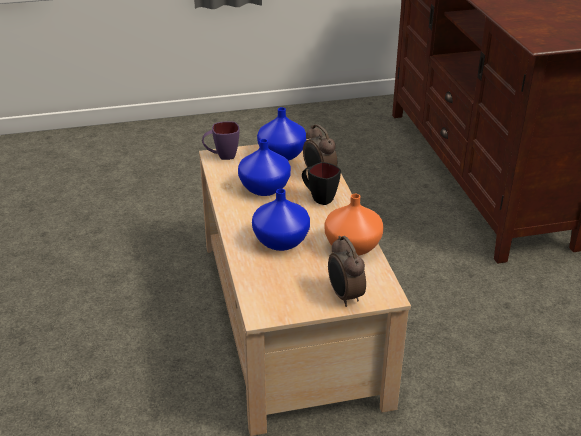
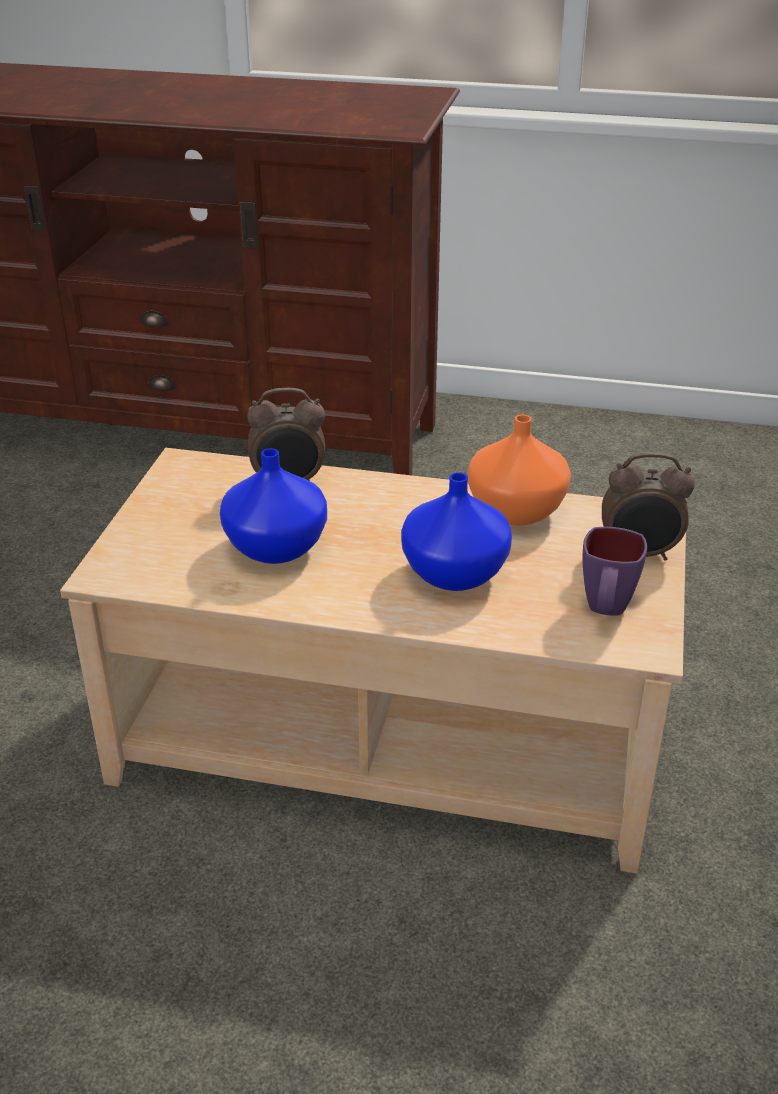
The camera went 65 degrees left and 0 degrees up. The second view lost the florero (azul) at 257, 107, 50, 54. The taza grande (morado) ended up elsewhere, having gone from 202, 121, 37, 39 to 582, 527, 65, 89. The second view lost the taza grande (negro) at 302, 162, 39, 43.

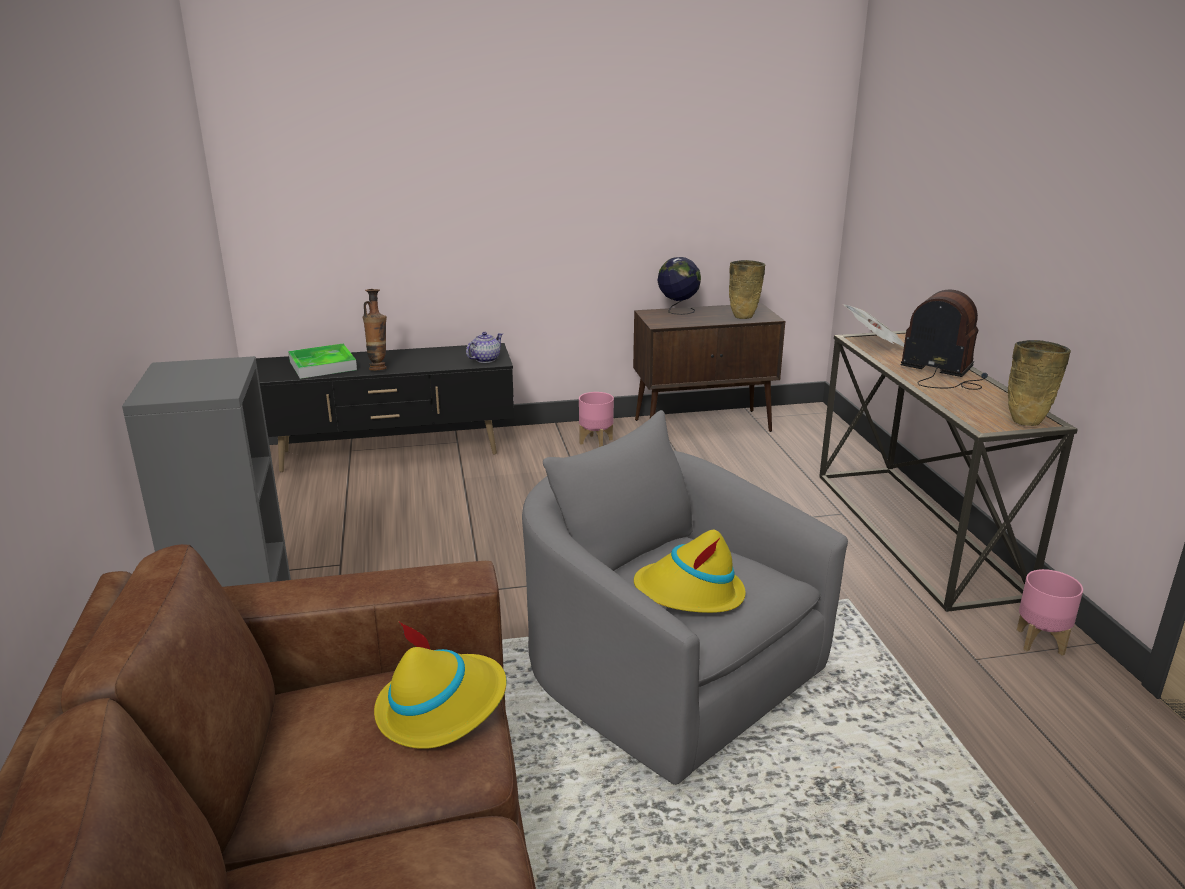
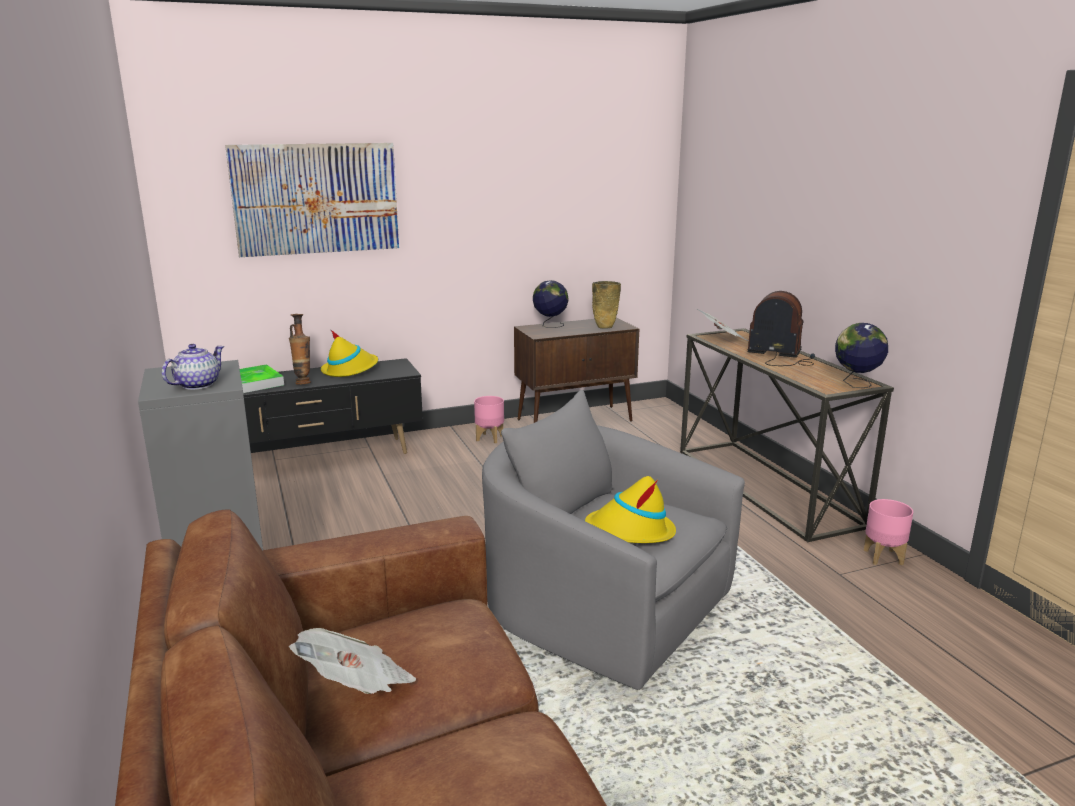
The camera went 10 degrees left and 5 degrees down. The tetera ended up elsewhere, having gone from 466, 332, 37, 31 to 162, 344, 62, 46. Where the florero (beis) stood at 1008, 340, 63, 86, the globo terráqueo came to stand at 835, 323, 53, 65. The sombrero (amarillo) ended up elsewhere, having gone from 374, 621, 133, 128 to 321, 329, 57, 48. The second view gained the cuadro at 225, 143, 174, 114. The second view gained the periódico at 289, 628, 127, 67.

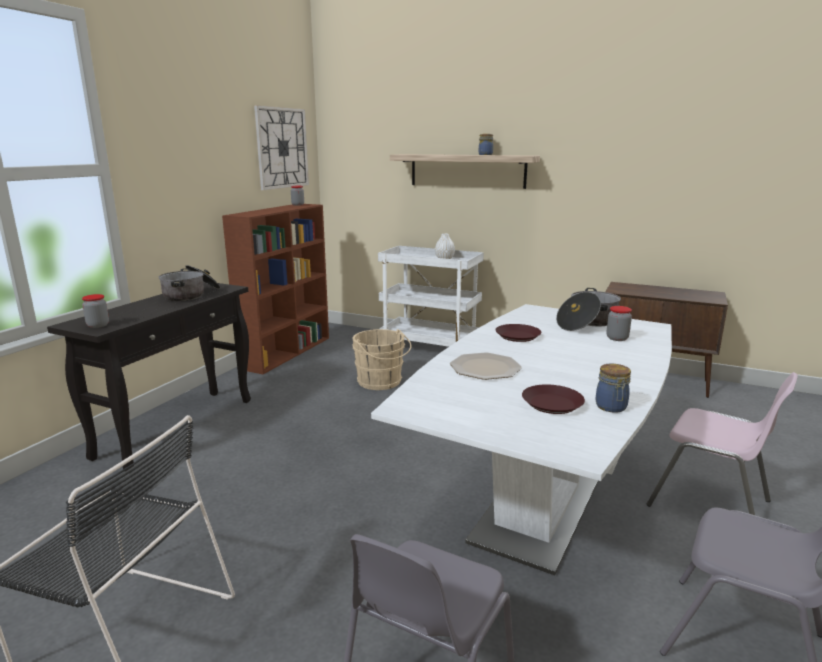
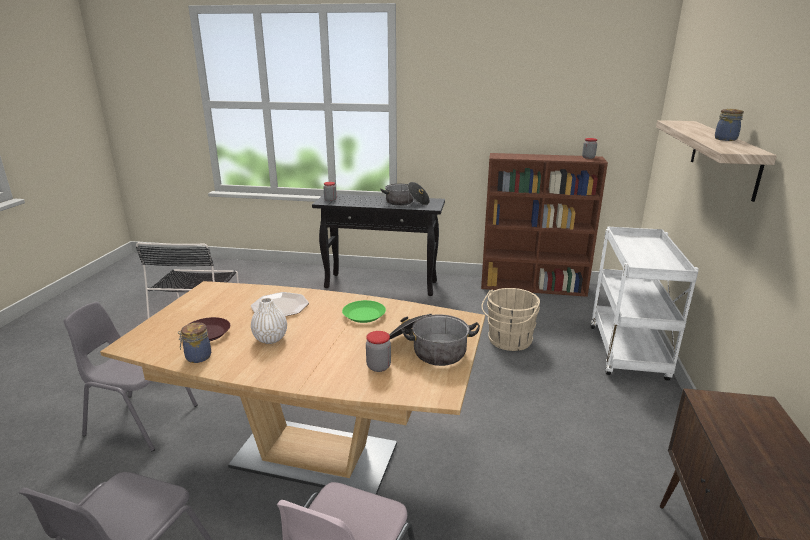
The camera went 75 degrees right and 5 degrees up. The second view lost the reloj de pared at 254, 105, 55, 85. The florero (blanco) ended up elsewhere, having gone from 435, 233, 20, 26 to 251, 298, 36, 46. What was the mesa de comedor (blanco) at 371, 304, 301, 271 turned into the mesa de comedor (marrón) at 100, 281, 385, 214. What was the plato (marrón) at 495, 324, 46, 18 turned into the plato (verde) at 342, 300, 44, 23.

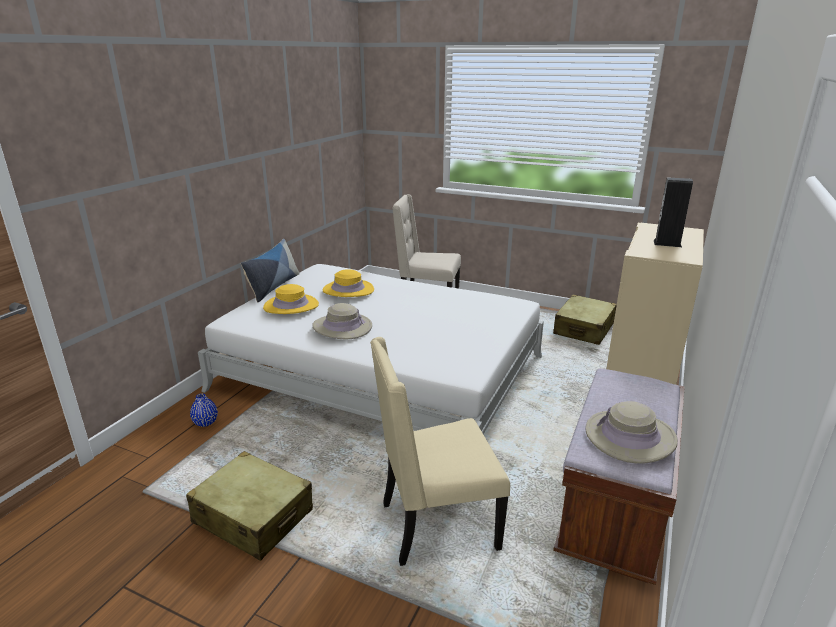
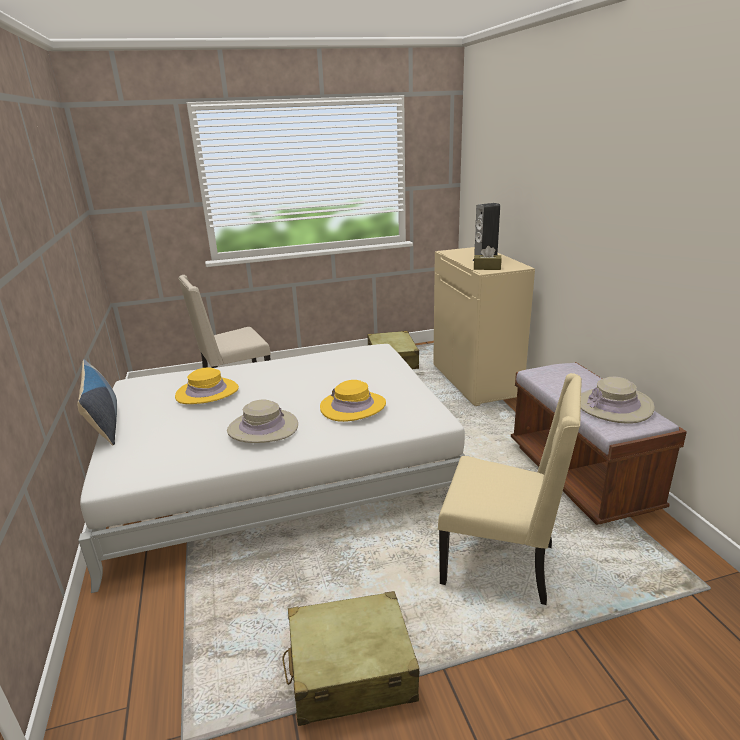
The camera went 40 degrees left and 0 degrees up. The sombrero (amarillo) ended up elsewhere, having gone from 263, 284, 56, 30 to 320, 380, 66, 42. The silla (beis) at 370, 337, 140, 229 ended up facing another way, 105 degrees counterclockwise from before. The second view lost the florero (azul) at 190, 393, 28, 34. The second view gained the caja de pañuelos (marrón) at 474, 246, 28, 24.

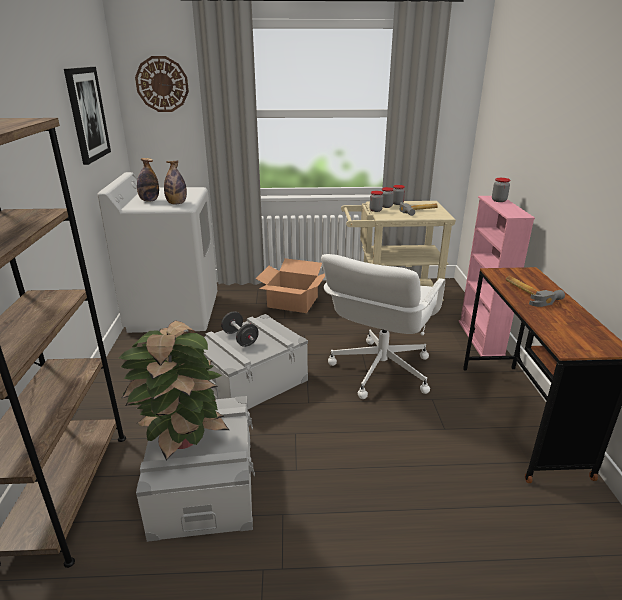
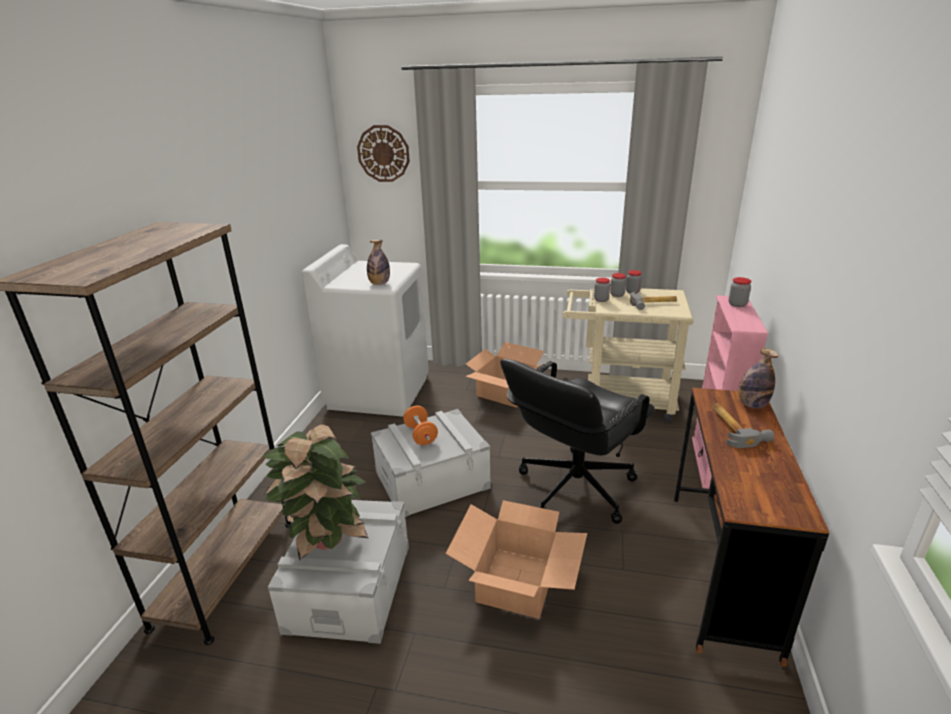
The camera went 15 degrees right and 0 degrees up. The second view lost the cuadro at 64, 67, 47, 98. The botella ended up elsewhere, having gone from 137, 158, 22, 43 to 738, 348, 41, 60. What was the silla de oficina (blanco) at 321, 254, 124, 145 turned into the silla de oficina (negro) at 500, 359, 155, 165. What was the mancuerna (negro) at 221, 311, 38, 36 turned into the mancuerna (naranja) at 403, 406, 35, 39. The second view gained the caja de cartón at 446, 500, 141, 119.

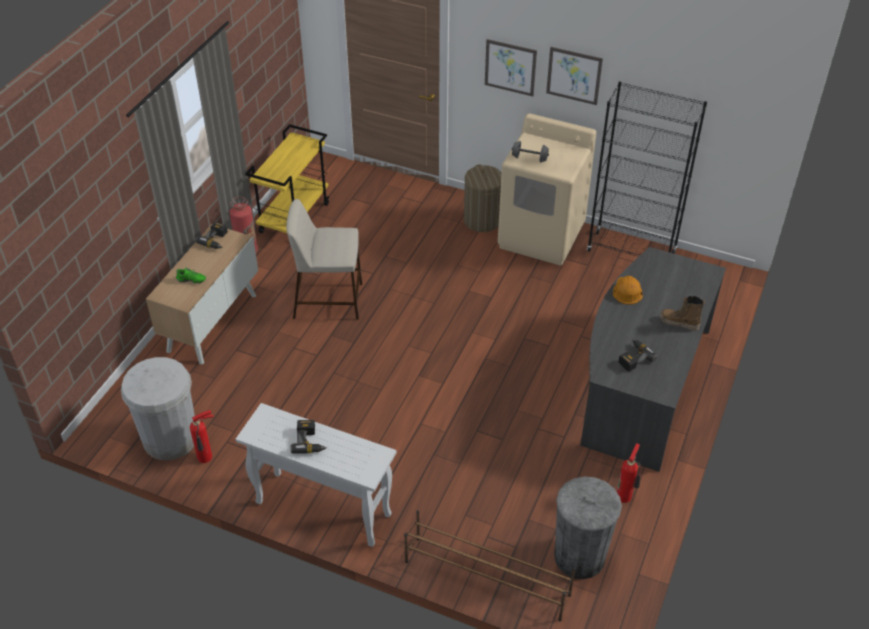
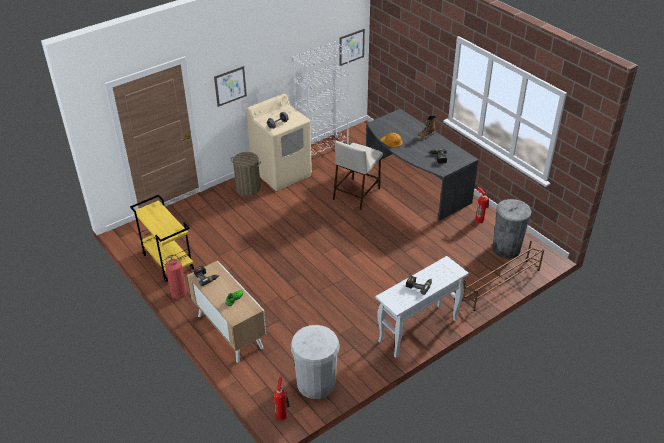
The camera went 60 degrees left and 5 degrees down. The cuadro ended up elsewhere, having gone from 546, 47, 57, 58 to 339, 29, 26, 37. What was the estantería (negro) at 587, 81, 120, 176 turned into the estantería (blanco) at 293, 41, 56, 115. The taburete (beis) ended up elsewhere, having gone from 286, 199, 76, 121 to 333, 141, 49, 69. The extintor ended up elsewhere, having gone from 190, 410, 24, 53 to 274, 377, 16, 43.

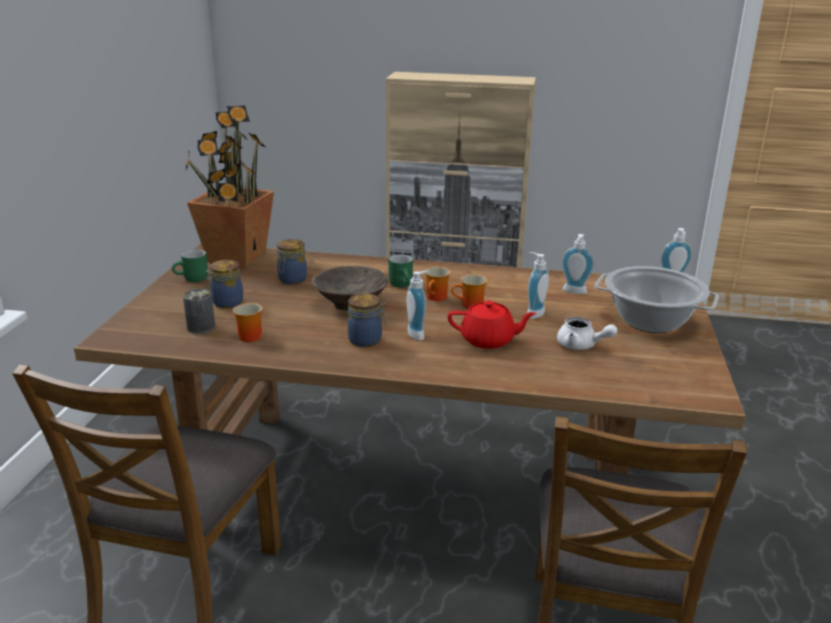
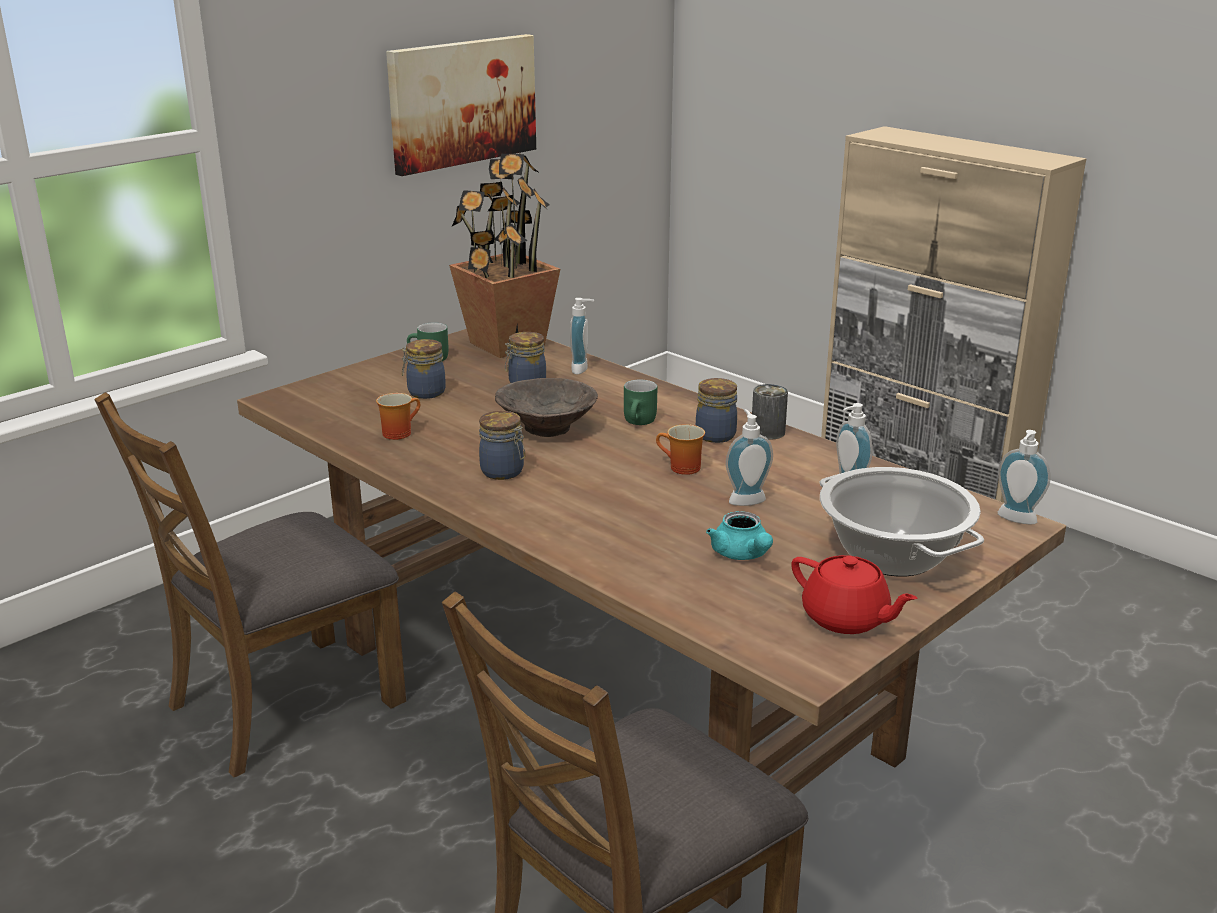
The camera went 35 degrees right and 0 degrees up. The second view lost the taza grande at 425, 267, 26, 34. The dispensador de jabón ended up elsewhere, having gone from 407, 271, 23, 70 to 570, 298, 24, 76. The lata ended up elsewhere, having gone from 183, 289, 32, 45 to 752, 384, 36, 56. The tetera (rojo) ended up elsewhere, having gone from 448, 301, 89, 48 to 791, 555, 126, 79. What was the tetera (blanco) at 557, 317, 60, 33 turned into the tetera (turquesa) at 706, 511, 67, 49. The second view gained the cuadro at 386, 34, 150, 142. The second view gained the tarro at 696, 378, 41, 65.

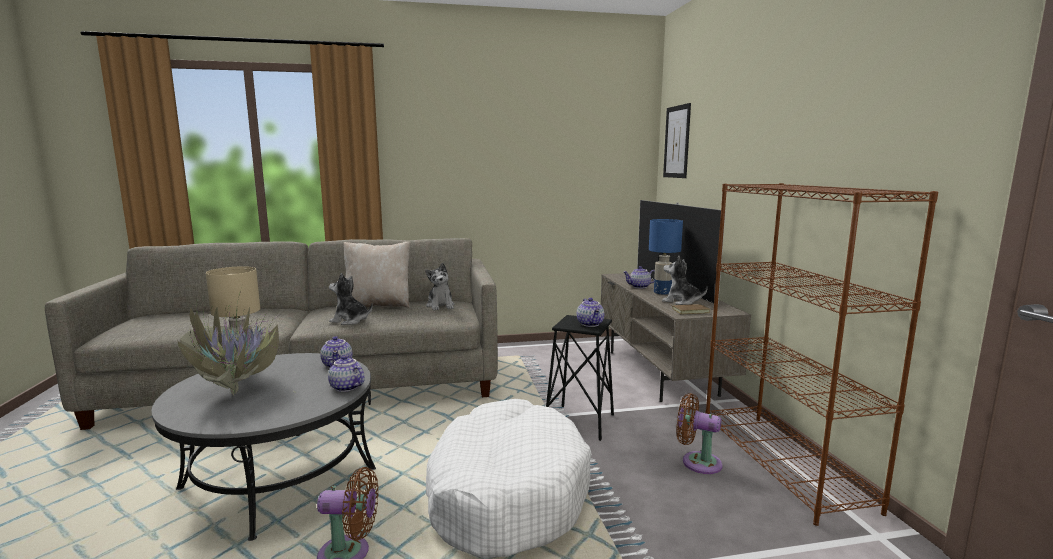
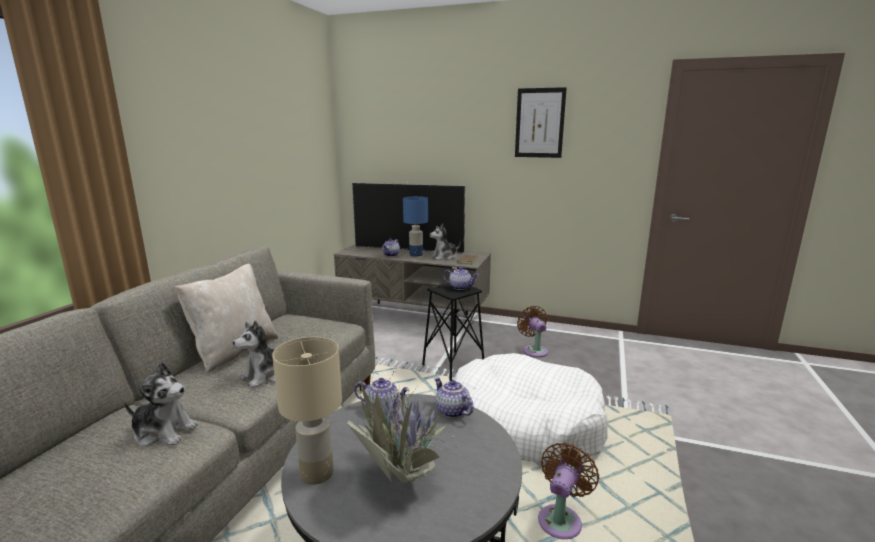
The camera went 60 degrees left and 5 degrees up. The cuadro ended up elsewhere, having gone from 663, 103, 28, 75 to 515, 87, 52, 71. The second view lost the estantería (marrón) at 705, 183, 233, 343. The peluche ended up elsewhere, having gone from 425, 263, 30, 47 to 124, 362, 74, 85. The tetera at 328, 355, 36, 37 ended up facing another way, 75 degrees clockwise from before. The ventilador (marrón) at 676, 393, 47, 81 ended up facing another way, 105 degrees clockwise from before.

